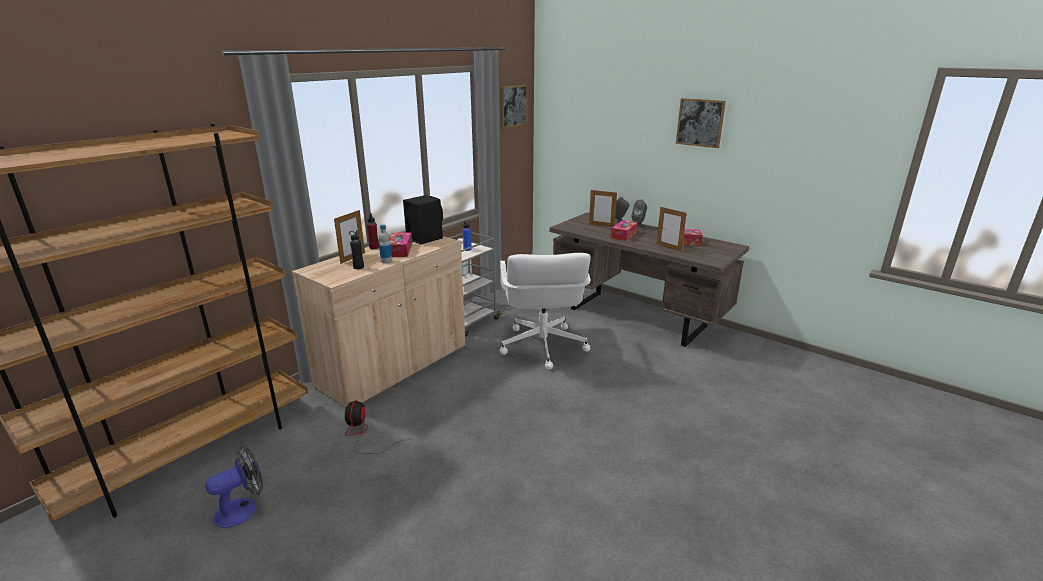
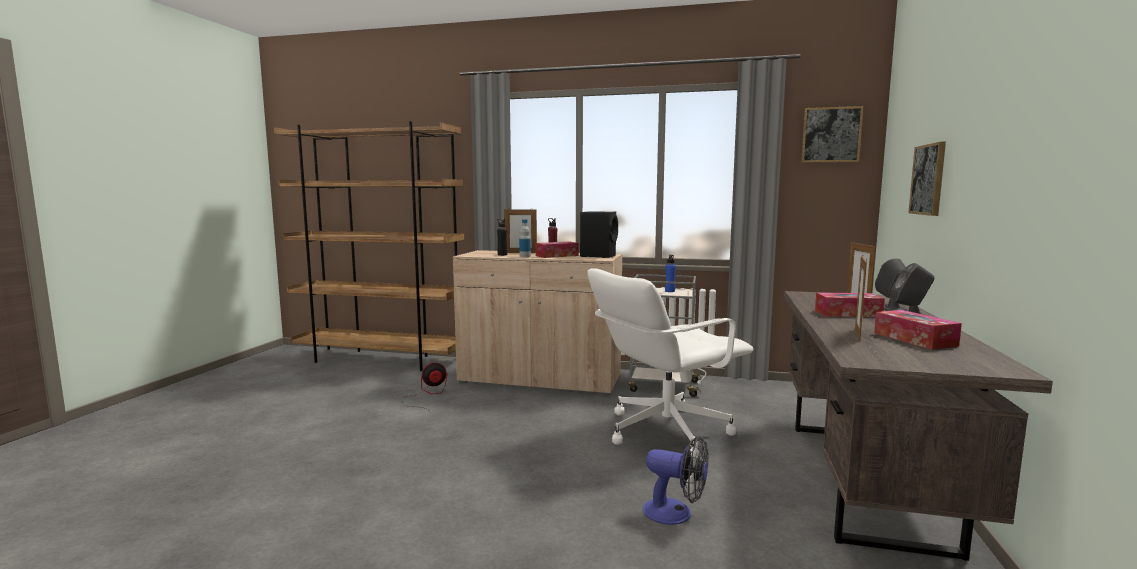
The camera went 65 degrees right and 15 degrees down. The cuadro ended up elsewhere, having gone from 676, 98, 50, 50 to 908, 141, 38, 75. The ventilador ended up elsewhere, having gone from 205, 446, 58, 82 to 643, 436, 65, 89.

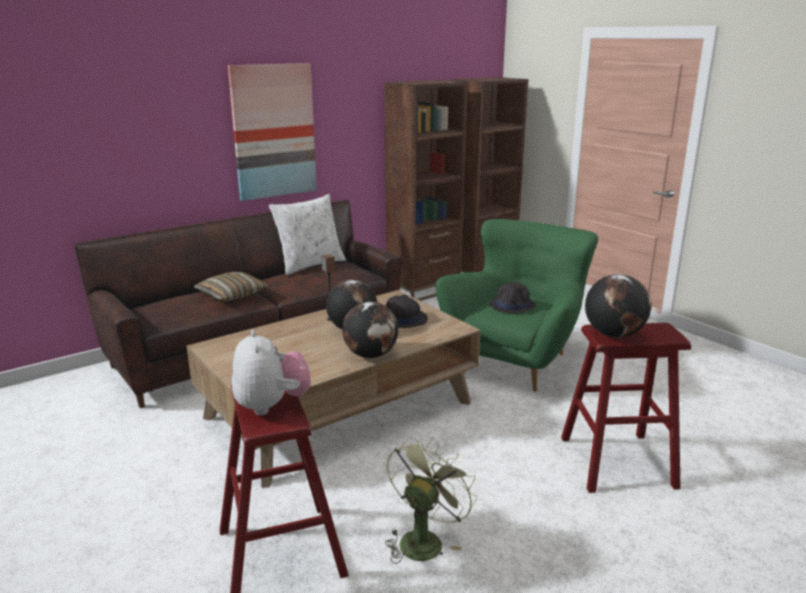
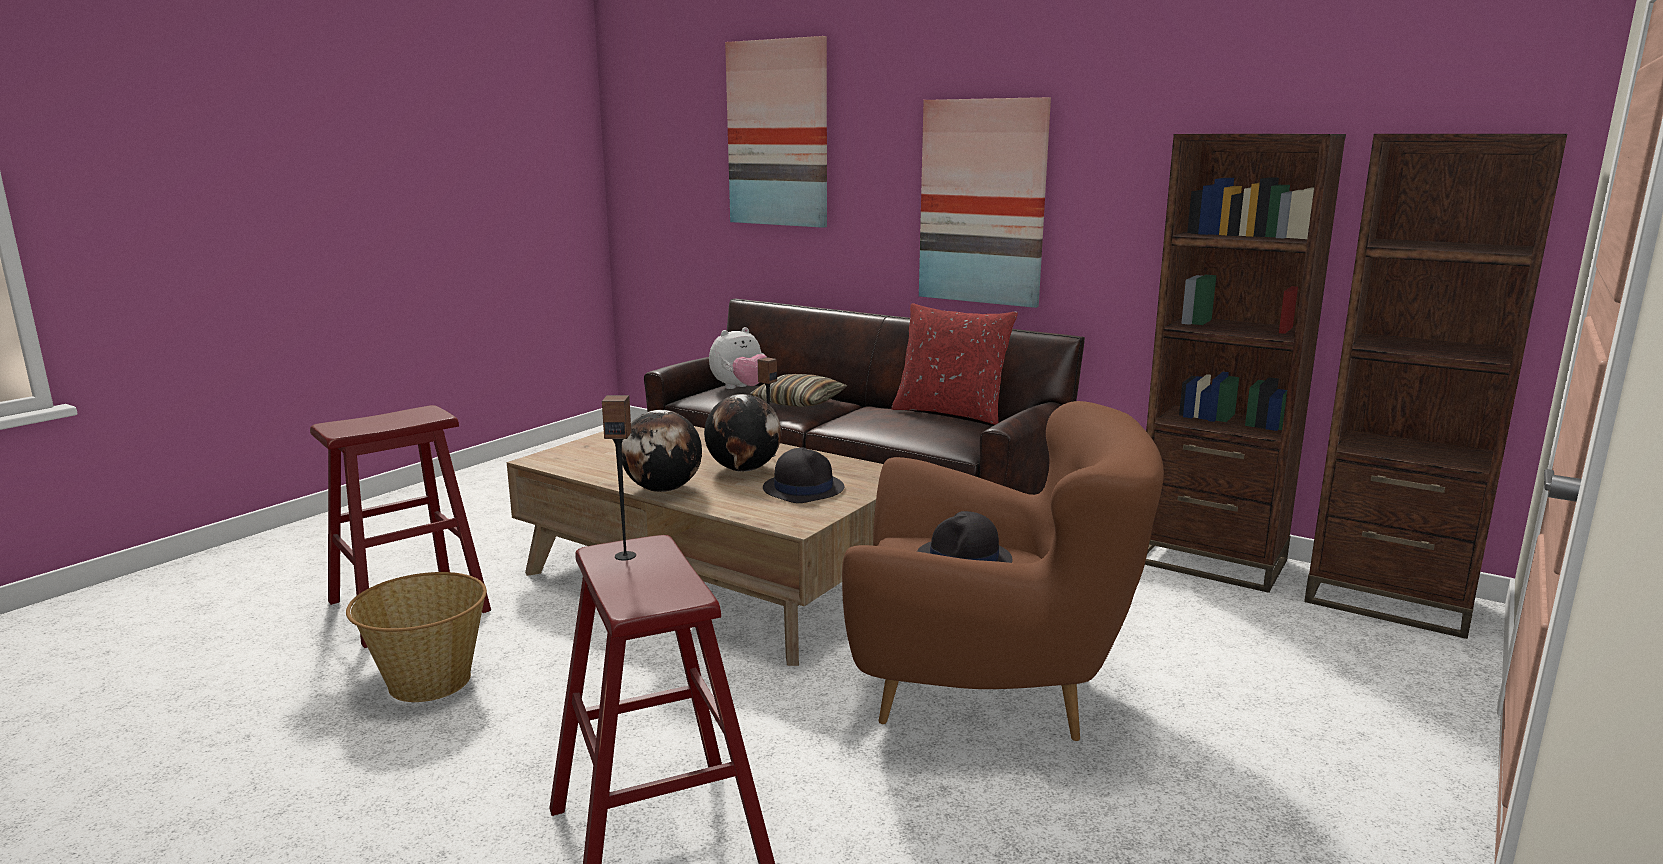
The camera went 70 degrees right and 5 degrees down. What was the cojín (blanco) at 269, 194, 77, 81 turned into the cojín (rojo) at 891, 303, 127, 122. What was the sillón (verde) at 436, 219, 162, 173 turned into the sillón (marrón) at 842, 401, 322, 340. Where the globo terráqueo stood at 585, 274, 66, 64, the altavoz came to stand at 602, 395, 34, 166. The peluche ended up elsewhere, having gone from 232, 330, 79, 85 to 709, 327, 58, 62. Where the ventilador (verde) stood at 385, 437, 92, 127, the cesta came to stand at 346, 572, 141, 130. The second view gained the cuadro at 725, 36, 102, 192.

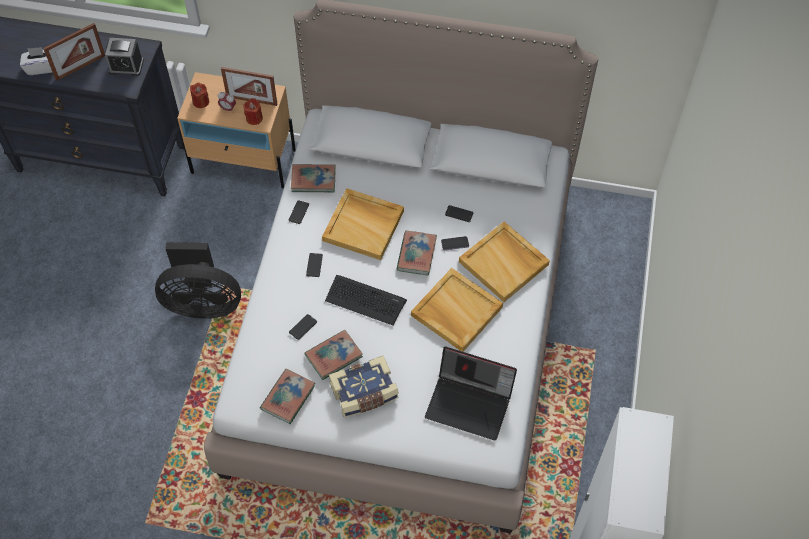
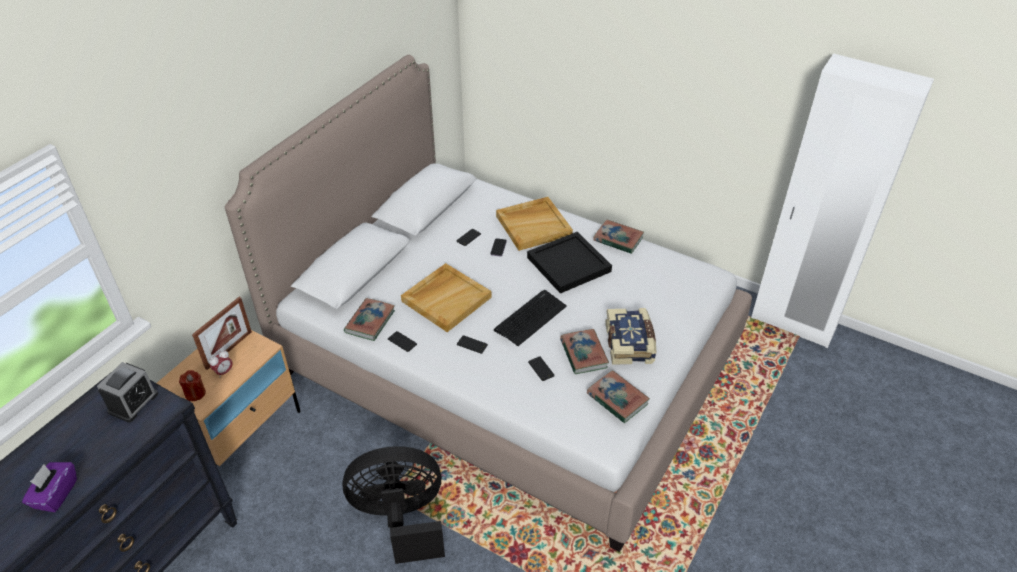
The camera went 70 degrees left and 15 degrees down. The second view lost the portarretratos at 43, 23, 62, 58. What was the caja de pañuelos (blanco) at 20, 47, 32, 28 turned into the caja de pañuelos (morado) at 22, 462, 55, 50. The second view lost the vela (rojo) at 243, 98, 20, 27. The libro ended up elsewhere, having gone from 396, 231, 41, 45 to 593, 220, 51, 34. The ventilador (negro) at 155, 242, 86, 77 ended up facing another way, 120 degrees counterclockwise from before. What was the bandeja (beis) at 411, 268, 92, 84 turned into the bandeja (negro) at 527, 232, 85, 62. The second view lost the portátil at 425, 347, 92, 94.

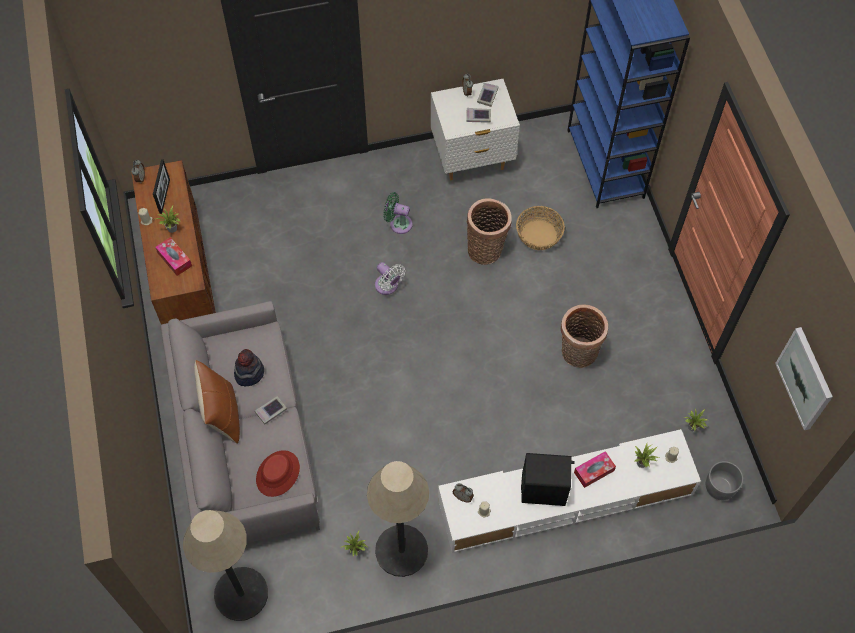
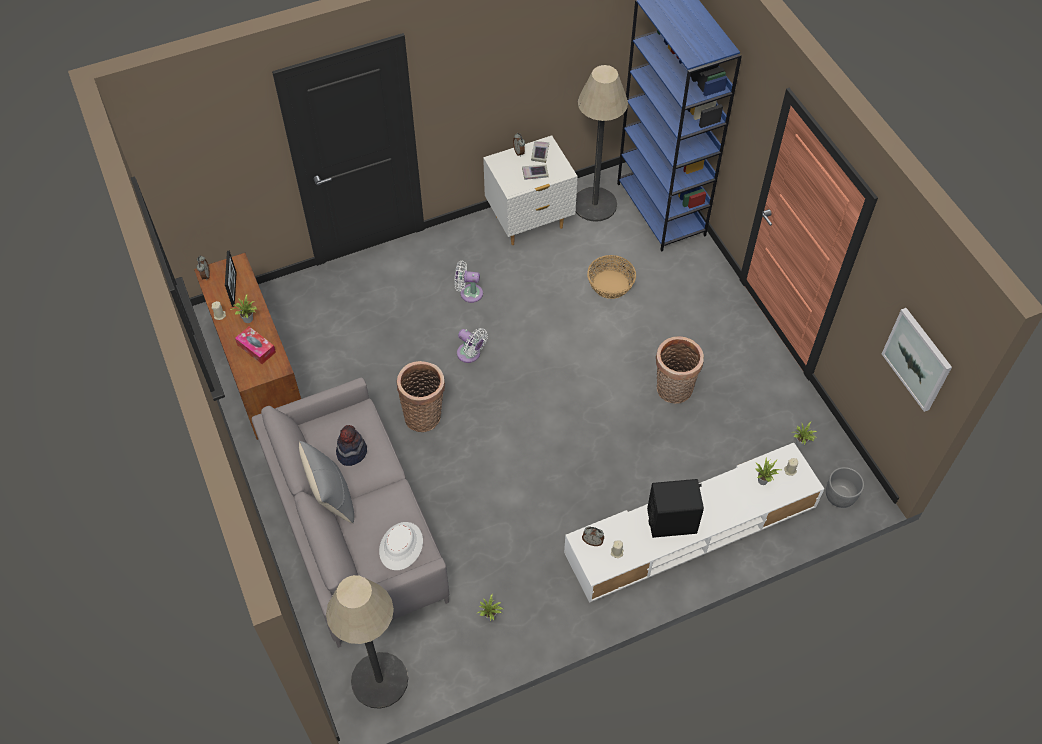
The camera went 10 degrees left and 5 degrees down. What was the ventilador (verde) at 383, 192, 30, 42 turned into the ventilador (blanco) at 455, 261, 28, 42. The cesta ended up elsewhere, having gone from 467, 199, 45, 66 to 396, 361, 49, 71. What was the cojín (marrón) at 194, 360, 46, 84 turned into the cojín (gris) at 299, 441, 55, 82. The second view lost the libro at 255, 396, 32, 28. What was the sombrero (rojo) at 256, 450, 44, 47 turned into the sombrero (blanco) at 379, 522, 44, 48. The second view lost the caja de pañuelos at 574, 451, 42, 37. The lámpara de pie ended up elsewhere, having gone from 367, 461, 62, 116 to 576, 65, 52, 157.

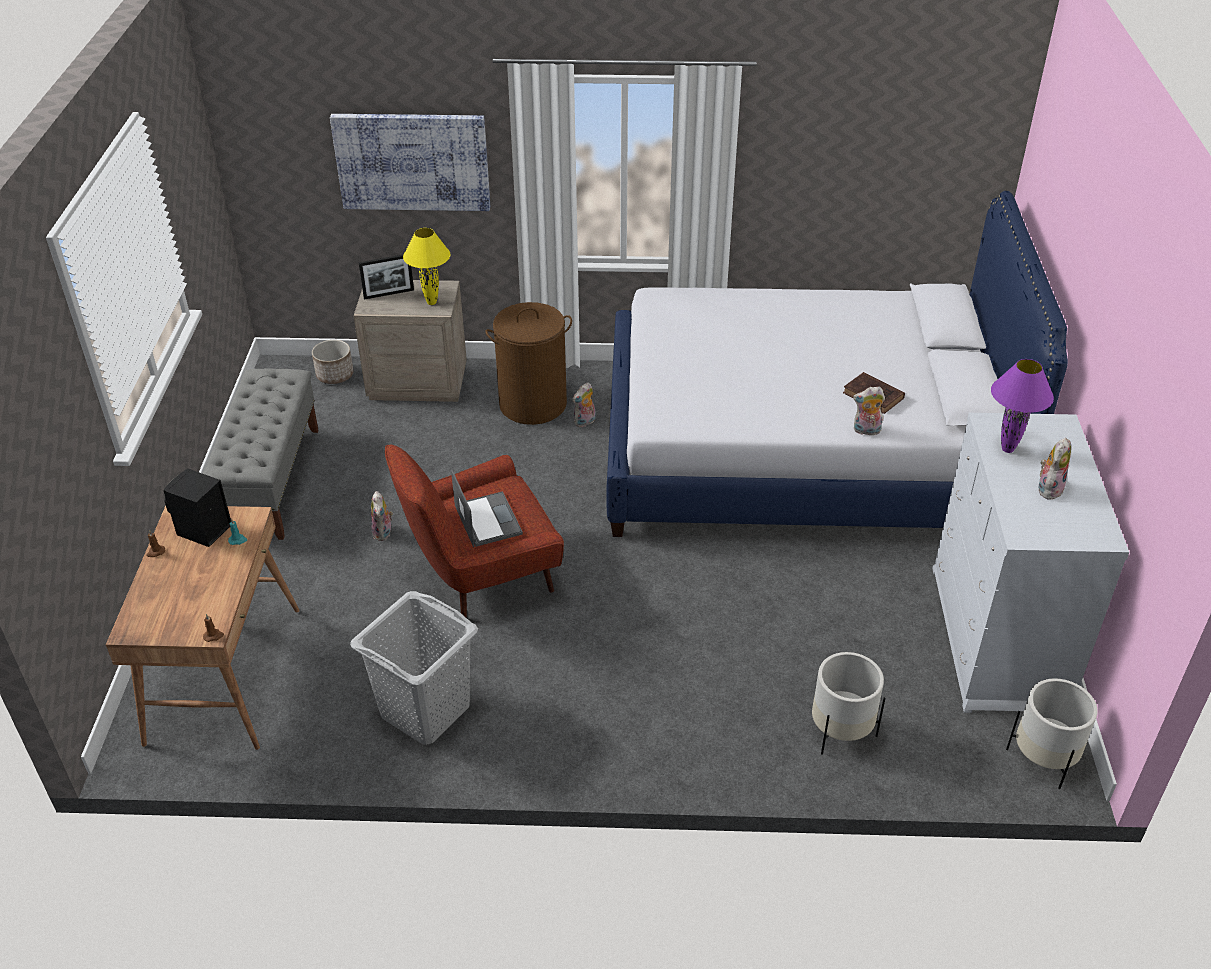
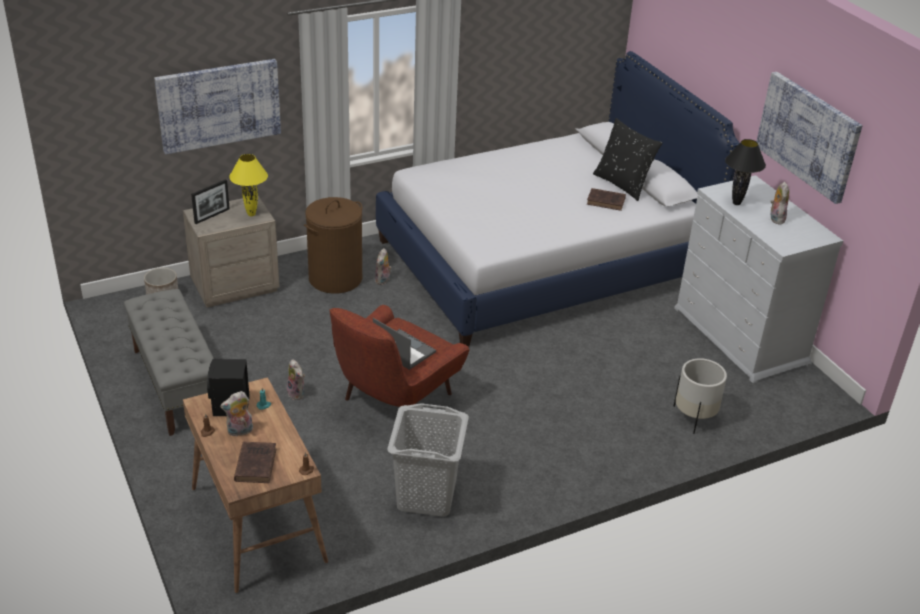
The camera went 30 degrees left and 5 degrees down. What was the lámpara de mesa (morado) at 991, 359, 63, 94 turned into the lámpara de mesa (negro) at 725, 139, 41, 66. The peluche ended up elsewhere, having gone from 853, 387, 32, 48 to 220, 391, 33, 46. The second view lost the maceta (blanco) at 1006, 678, 92, 111. The second view gained the cuadro at 756, 72, 107, 132. The second view gained the cojín (negro) at 593, 118, 70, 83. The second view gained the libro (marrón) at 234, 442, 43, 41.

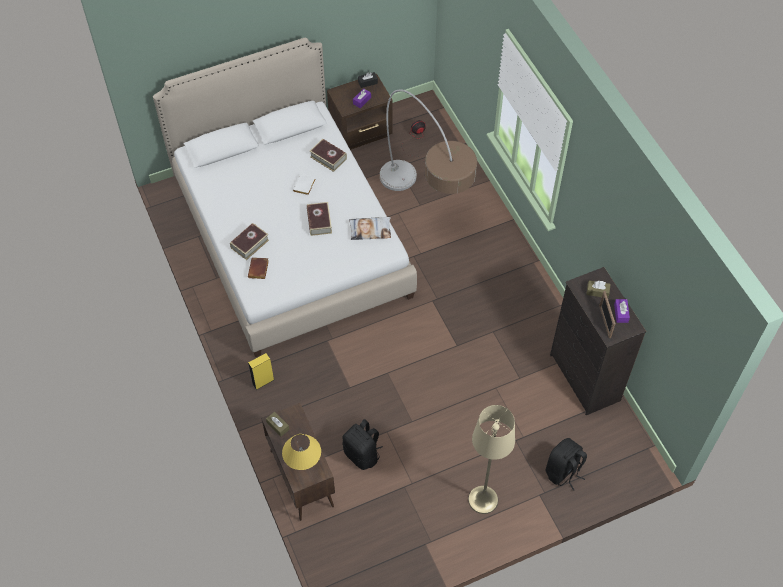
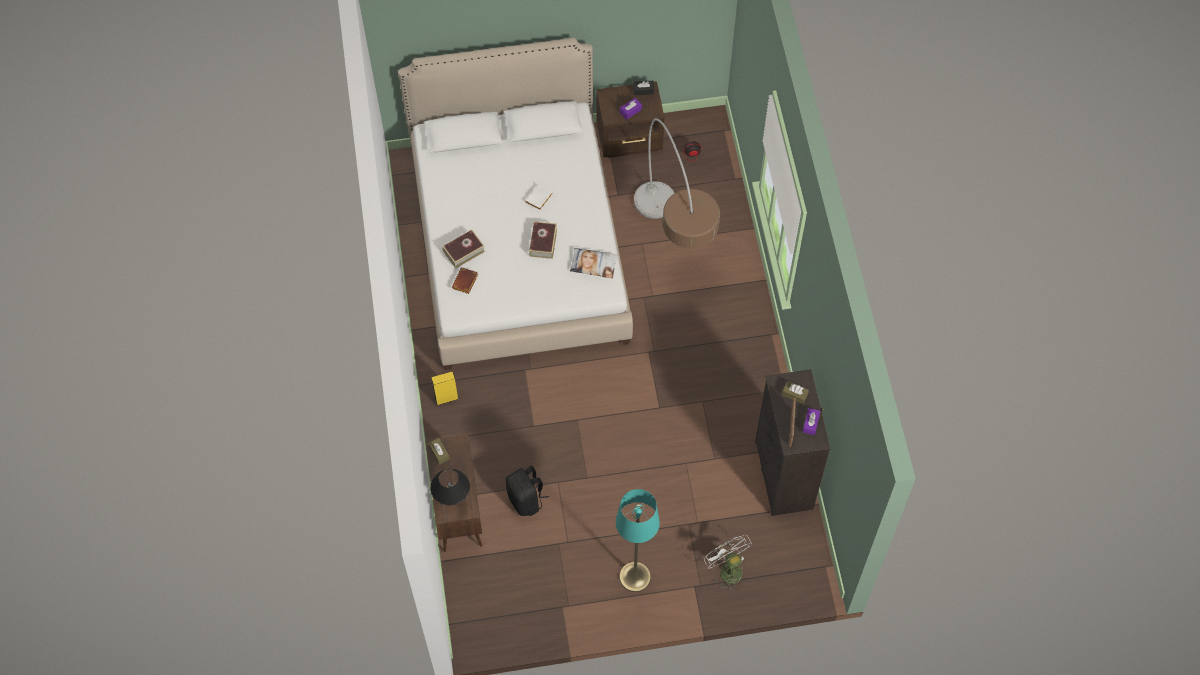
The camera went 15 degrees right and 5 degrees up. The second view lost the libro at 310, 139, 37, 33. What was the lámpara de pie (beis) at 468, 405, 47, 109 turned into the lámpara de pie (turquesa) at 616, 489, 44, 103. What was the lámpara de mesa (amarillo) at 282, 434, 39, 36 turned into the lámpara de mesa (negro) at 430, 469, 40, 36. Where the mochila (negro) stood at 546, 438, 41, 53, the ventilador (blanco) came to stand at 704, 535, 48, 56.

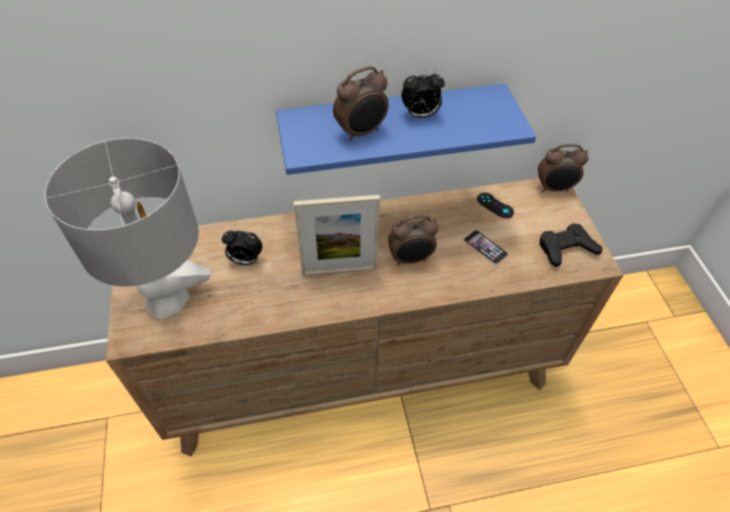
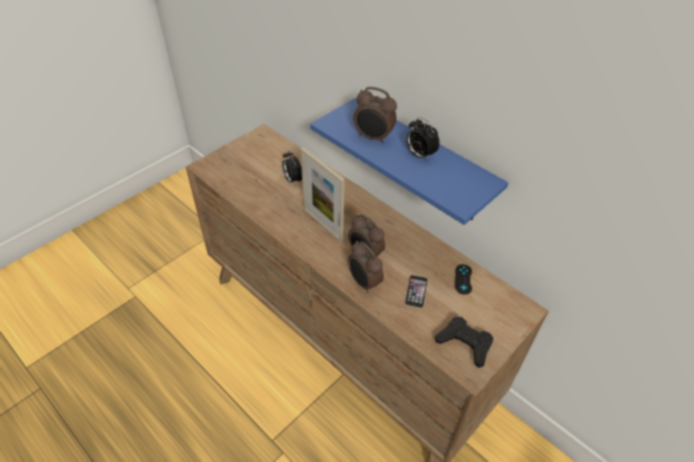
The camera went 55 degrees right and 5 degrees down. The second view lost the lámpara de mesa (gris) at 45, 138, 166, 181. The despertador ended up elsewhere, having gone from 538, 144, 51, 48 to 348, 241, 36, 52.

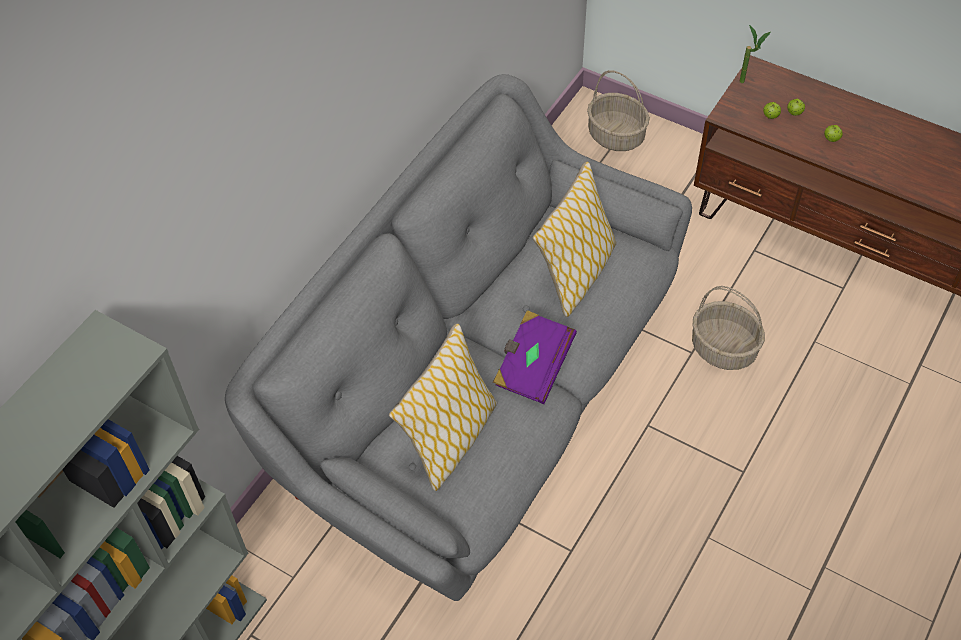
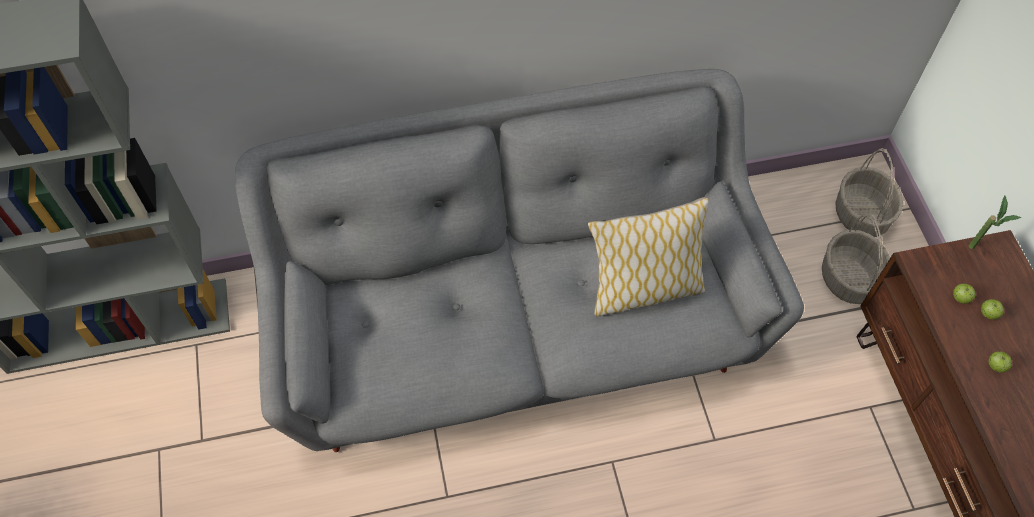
The camera went 45 degrees right and 5 degrees up. The cesta ended up elsewhere, having gone from 692, 286, 73, 84 to 822, 215, 68, 89. The second view lost the libro (morado) at 493, 310, 84, 94. The second view lost the cojín at 389, 323, 108, 168.

